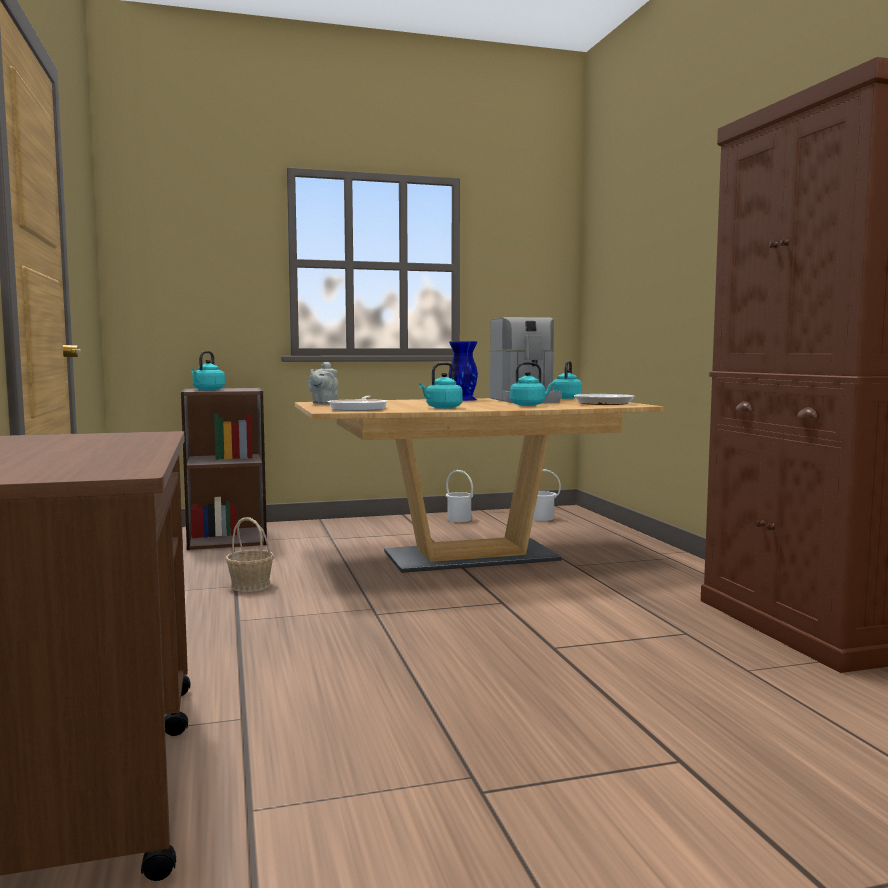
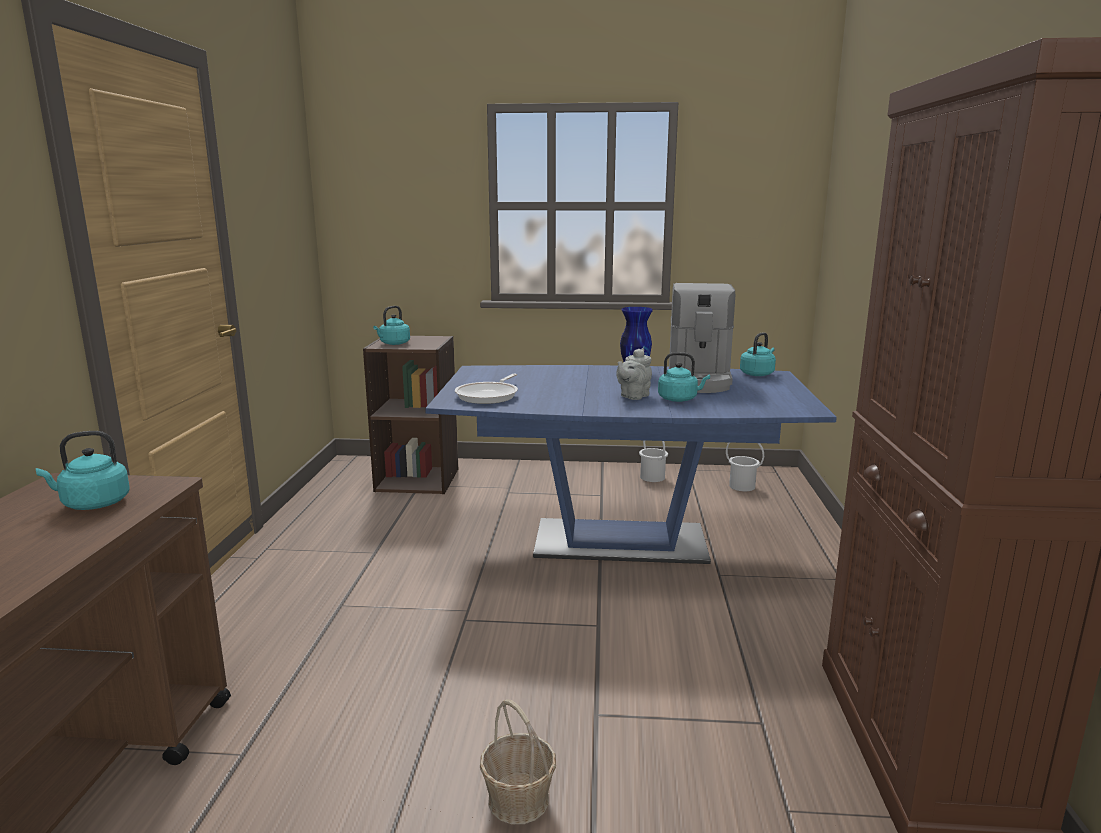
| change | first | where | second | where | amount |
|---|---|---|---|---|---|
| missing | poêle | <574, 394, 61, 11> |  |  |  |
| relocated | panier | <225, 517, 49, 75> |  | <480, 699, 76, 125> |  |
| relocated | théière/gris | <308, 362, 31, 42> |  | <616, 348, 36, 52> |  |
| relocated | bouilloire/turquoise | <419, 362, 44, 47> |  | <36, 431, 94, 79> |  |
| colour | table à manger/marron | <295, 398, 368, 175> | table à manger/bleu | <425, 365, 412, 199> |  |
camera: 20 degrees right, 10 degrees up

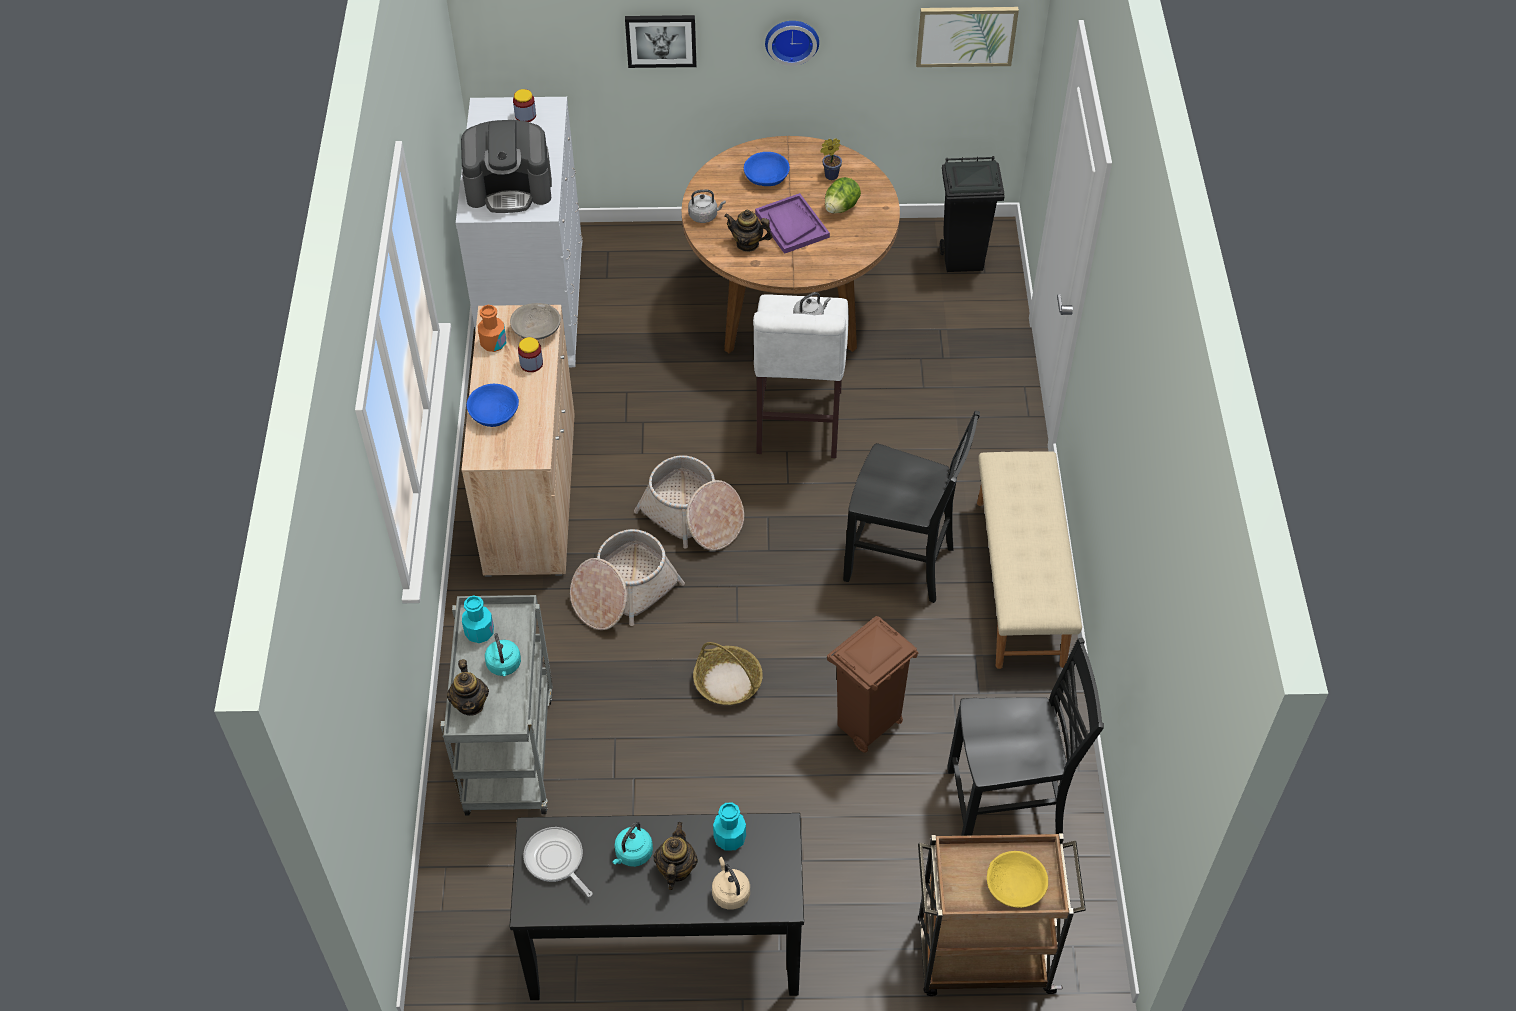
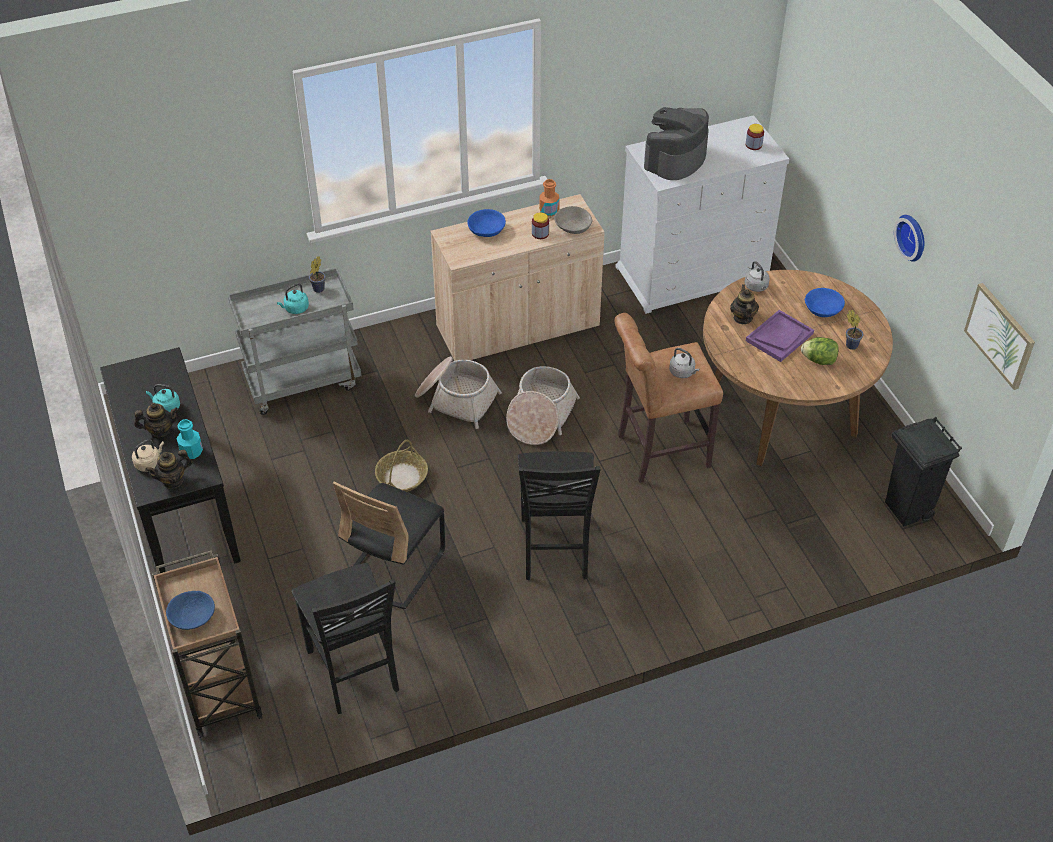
| change | first | where | second | where | amount |
|---|---|---|---|---|---|
| missing | poêle | <523, 827, 70, 70> |  |  |  |
| missing | tableau | <625, 15, 71, 53> |  |  |  |
| missing | banc/beige | <977, 451, 105, 218> |  |  |  |
| relocated | théière | <447, 659, 42, 57> |  | <145, 450, 47, 39> |  |
| exchanged | bouteille/turquoise | <462, 596, 32, 47> | plante en pot | <309, 256, 17, 37> |  |
| exchanged | poubelle/marron | <827, 616, 91, 137> | chaise/noir | <333, 481, 112, 129> |  |
| colour | tabouret/blanc | <753, 294, 96, 164> | tabouret/marron | <615, 313, 108, 170> |  |
| colour | bol/jaune | <987, 851, 61, 57> | bol/bleu | <166, 591, 49, 39> |  |
| spun | machine à café | <461, 120, 91, 93> |  | <644, 107, 65, 73> | 60 degrees clockwise |
camera: 70 degrees right, 5 degrees down

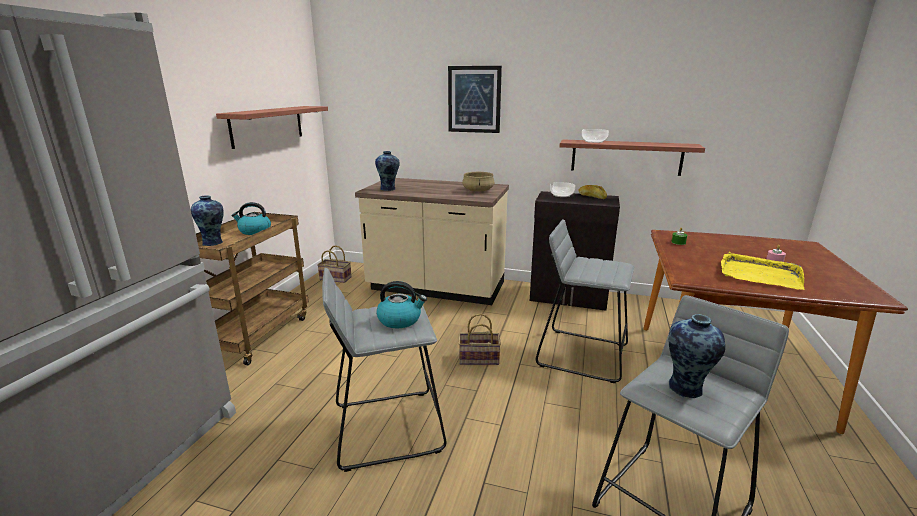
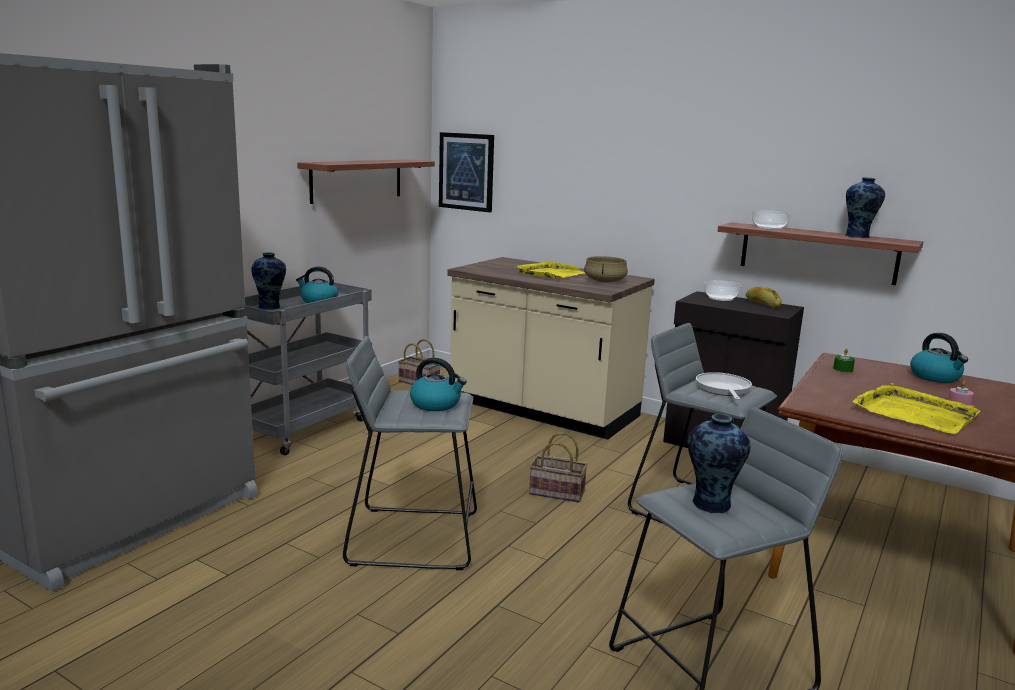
| change | first | where | second | where | amount |
|---|---|---|---|---|---|
| appeared |  |  | plateau/jaune | <517, 261, 68, 17> |  |
| appeared |  |  | poêle | <696, 372, 56, 28> |  |
| appeared |  |  | bouilloire | <910, 333, 58, 50> |  |
| relocated | vase | <375, 151, 25, 40> |  | <845, 177, 40, 61> |  |
| relocated | tableau | <448, 66, 54, 67> |  | <439, 132, 55, 80> |  |
| colour | chariot/marron | <196, 212, 113, 153> | chariot/gris | <244, 282, 128, 173> |  |
camera: 15 degrees right, 5 degrees down

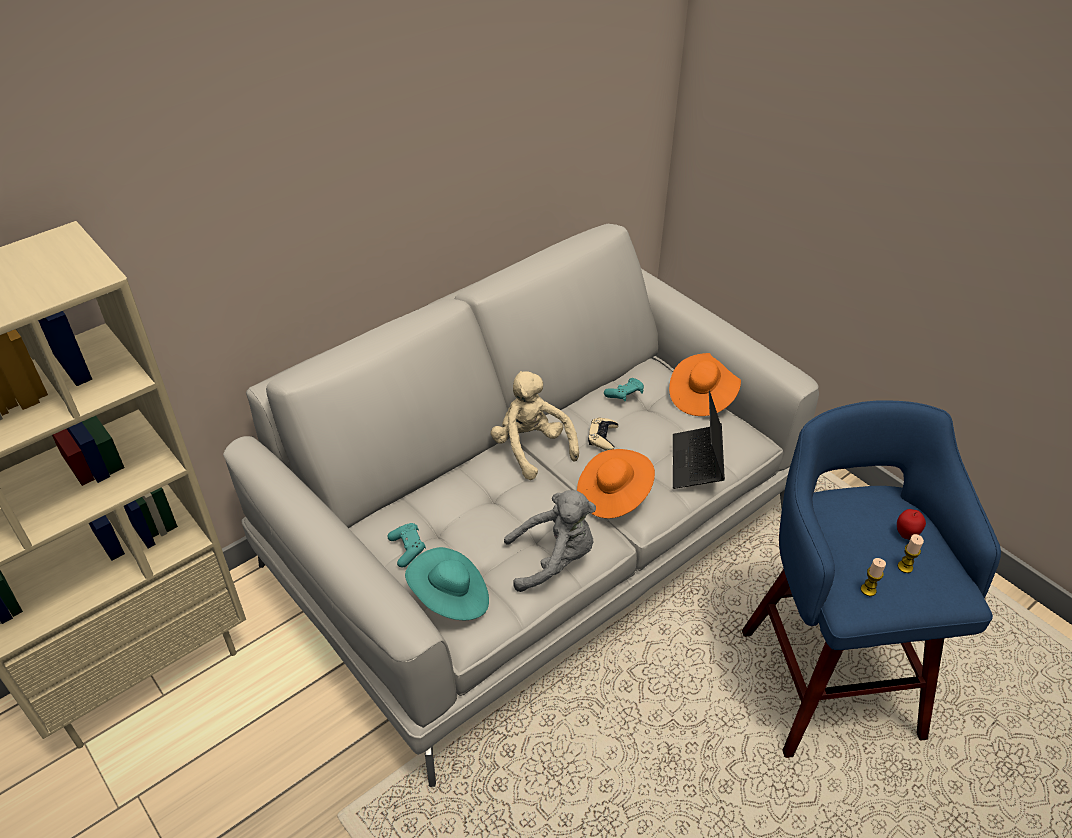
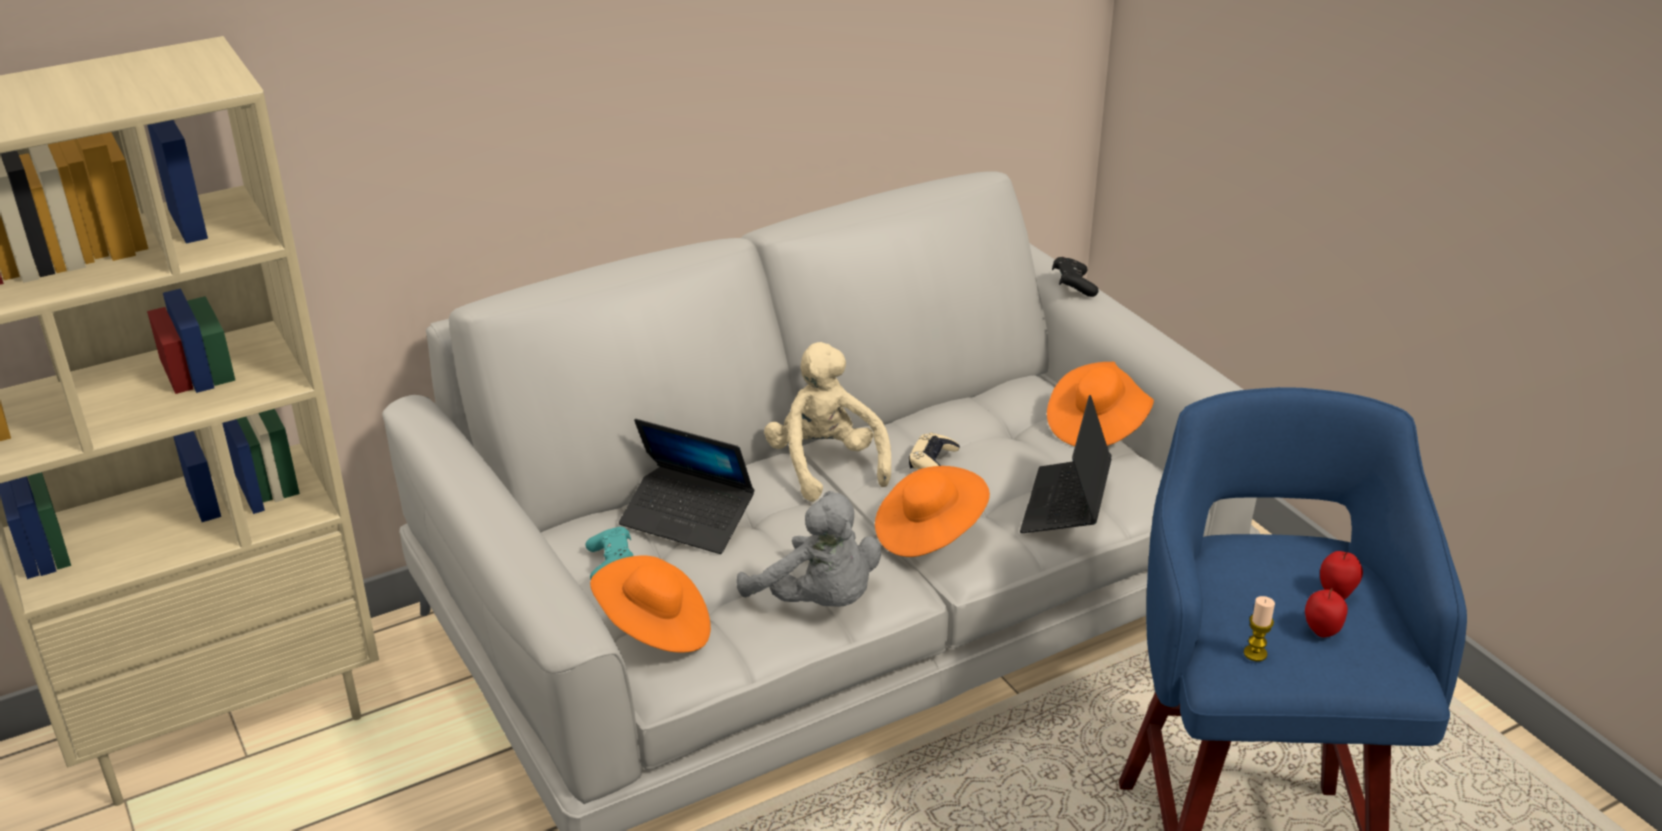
| change | first | where | second | where | amount |
|---|---|---|---|---|---|
| missing | manette/turquoise | <604, 378, 40, 23> |  |  |  |
| appeared |  |  | ordinateur portable | <619, 419, 135, 135> |  |
| appeared |  |  | manette/noir | <1052, 257, 47, 40> |  |
| exchanged | bougie | <898, 534, 26, 39> | pomme | <1305, 588, 43, 49> |  |
| colour | chapeau/turquoise | <405, 547, 84, 73> | chapeau/orange | <590, 556, 121, 97> |  |
| spun | peluche/gris | <504, 490, 92, 102> |  | <736, 491, 145, 116> | 45 degrees clockwise |
camera: 10 degrees right, 10 degrees down

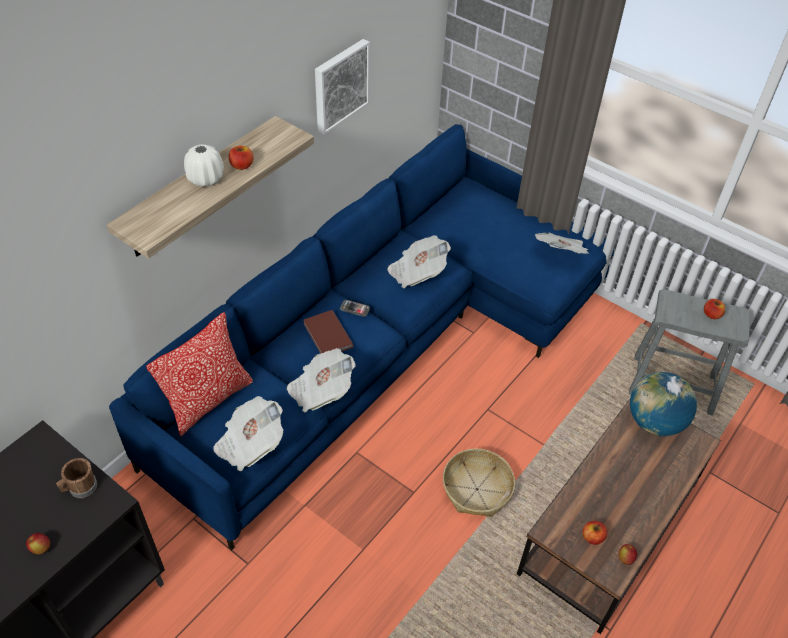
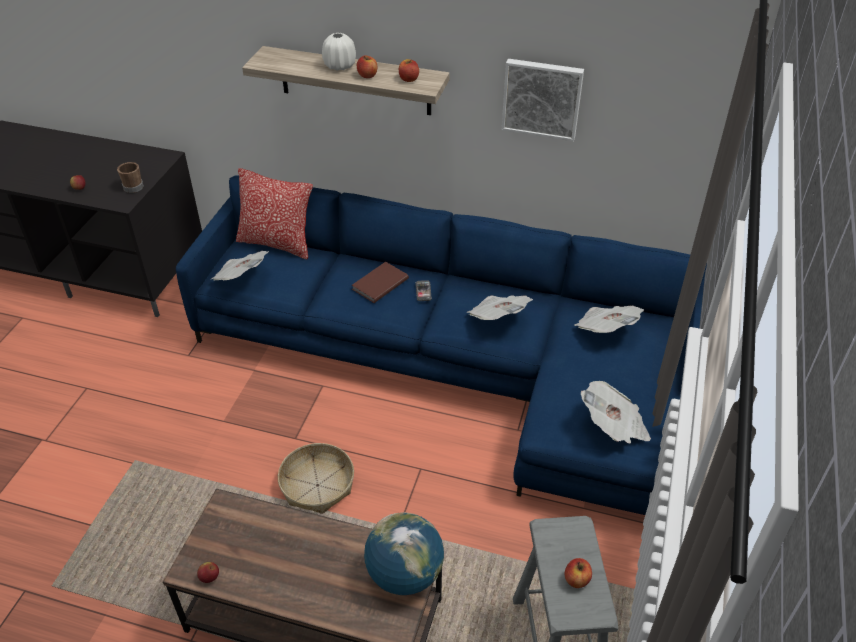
| change | first | where | second | where | amount |
|---|---|---|---|---|---|
| relocated | journal | <287, 348, 69, 65> |  | <574, 306, 70, 27> |  |
| relocated | pomme | <582, 521, 25, 24> |  | <399, 59, 20, 23> |  |
camera: 70 degrees right, 5 degrees down

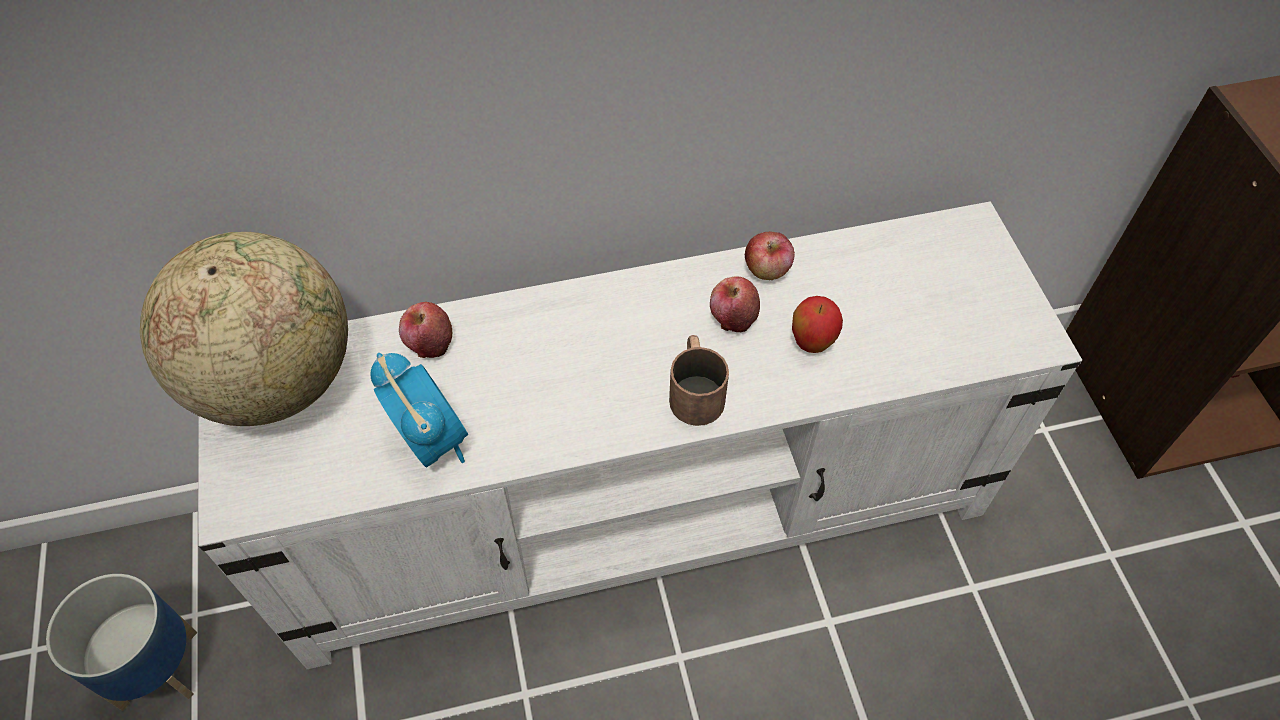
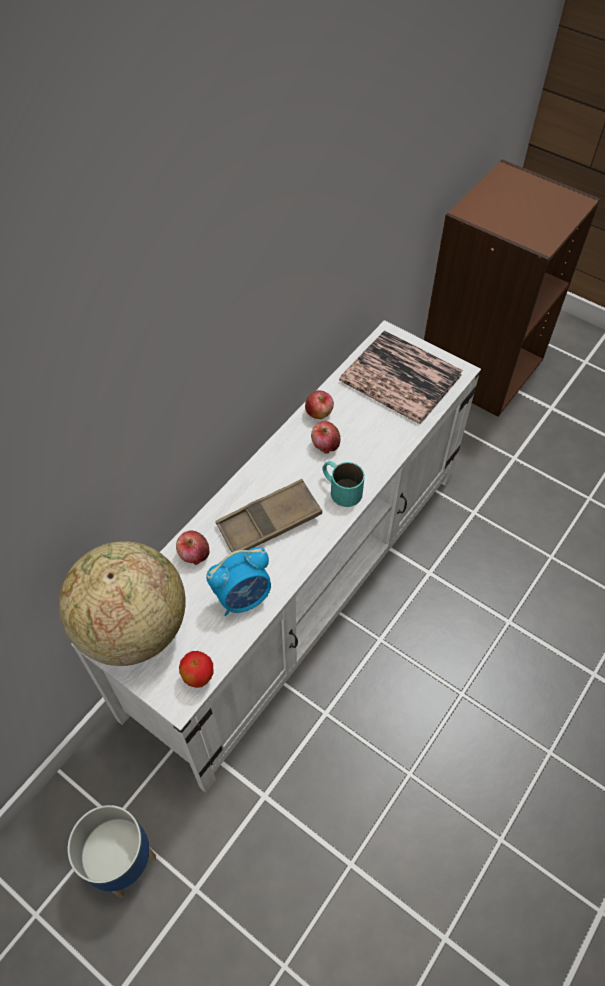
| change | first | where | second | where | amount |
|---|---|---|---|---|---|
| appeared |  |  | plateau/marron | <216, 479, 106, 73> |  |
| appeared |  |  | livre | <339, 330, 124, 94> |  |
| relocated | pomme | <792, 296, 51, 57> |  | <179, 651, 34, 37> |  |
| colour | mug/marron | <669, 335, 60, 91> | mug/turquoise | <322, 461, 43, 46> |  |
| spun | réveil | <370, 353, 98, 114> |  | <206, 547, 65, 69> | 135 degrees clockwise |
camera: 40 degrees left, 0 degrees up

